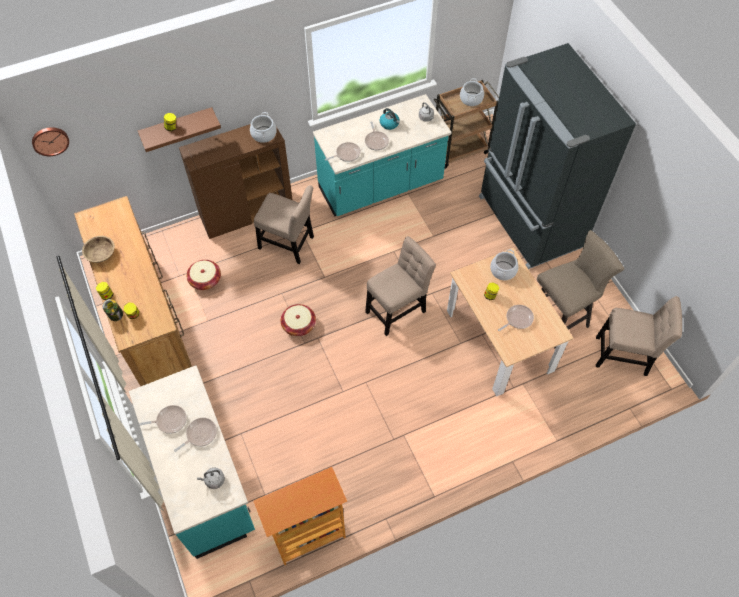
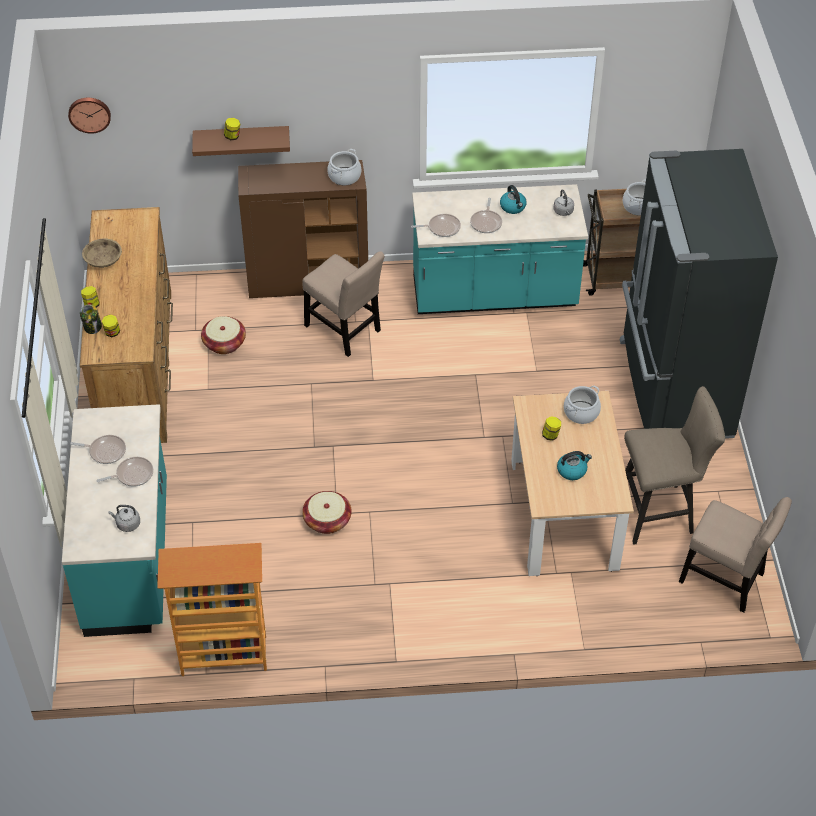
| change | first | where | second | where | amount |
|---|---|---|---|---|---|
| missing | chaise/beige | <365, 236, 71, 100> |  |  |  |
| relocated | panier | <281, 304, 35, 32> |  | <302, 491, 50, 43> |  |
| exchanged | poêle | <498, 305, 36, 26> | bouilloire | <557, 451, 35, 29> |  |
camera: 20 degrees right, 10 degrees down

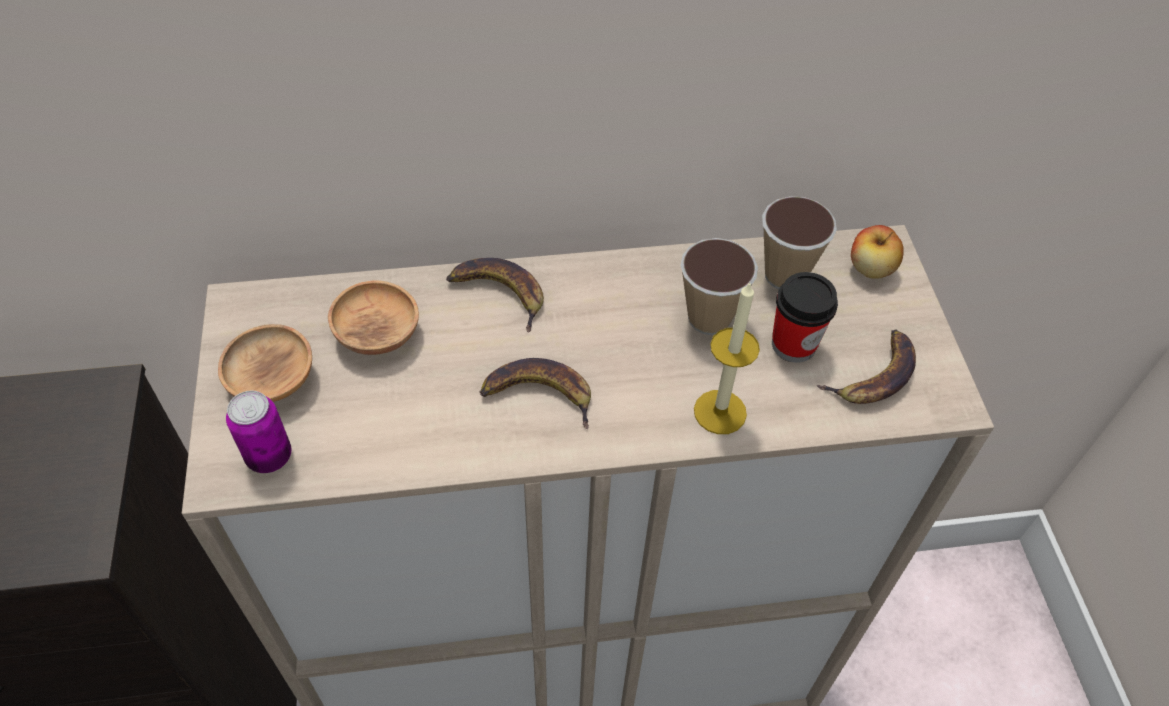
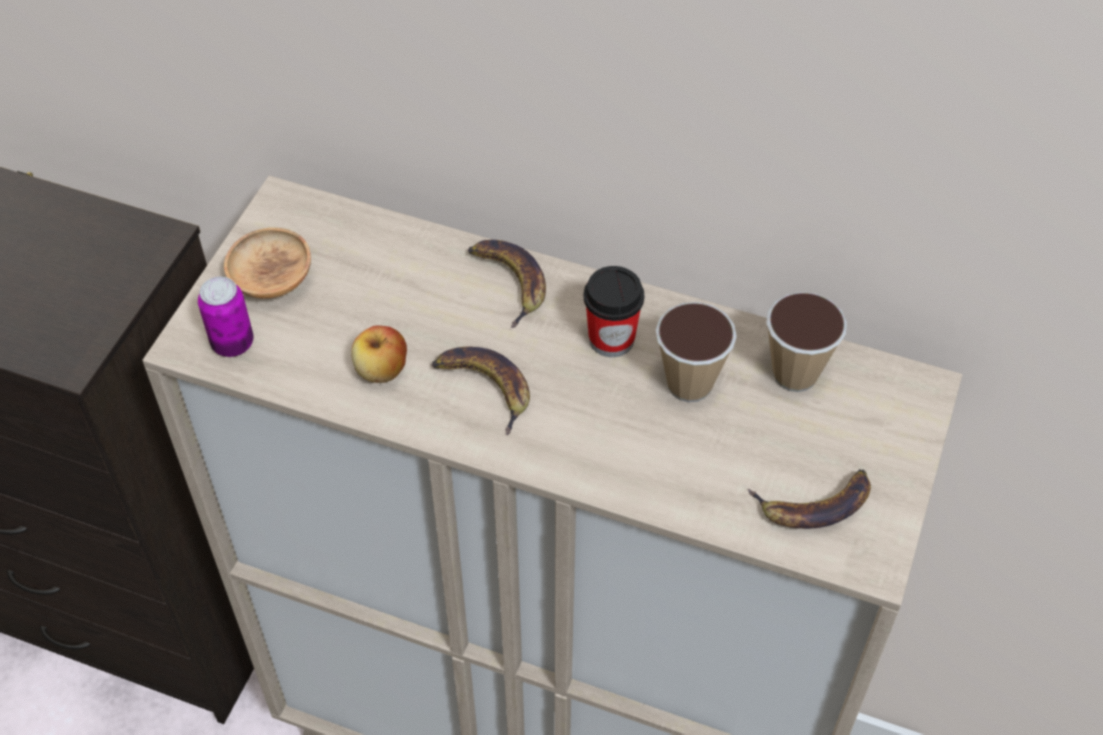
| change | first | where | second | where | amount |
|---|---|---|---|---|---|
| missing | bol/marron | <328, 280, 91, 75> |  |  |  |
| missing | bougie | <694, 282, 66, 152> |  |  |  |
| relocated | tasse | <772, 272, 66, 91> |  | <584, 266, 60, 91> |  |
| relocated | pomme | <851, 225, 53, 54> |  | <351, 326, 56, 57> |  |
camera: 30 degrees right, 0 degrees up

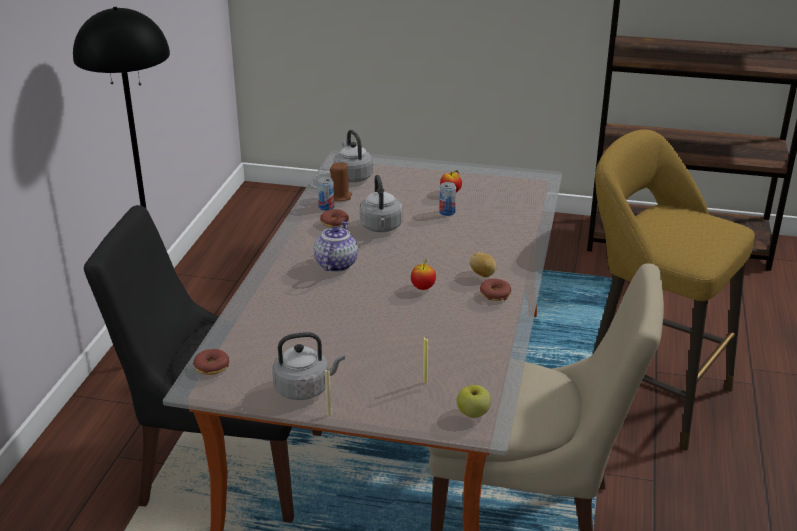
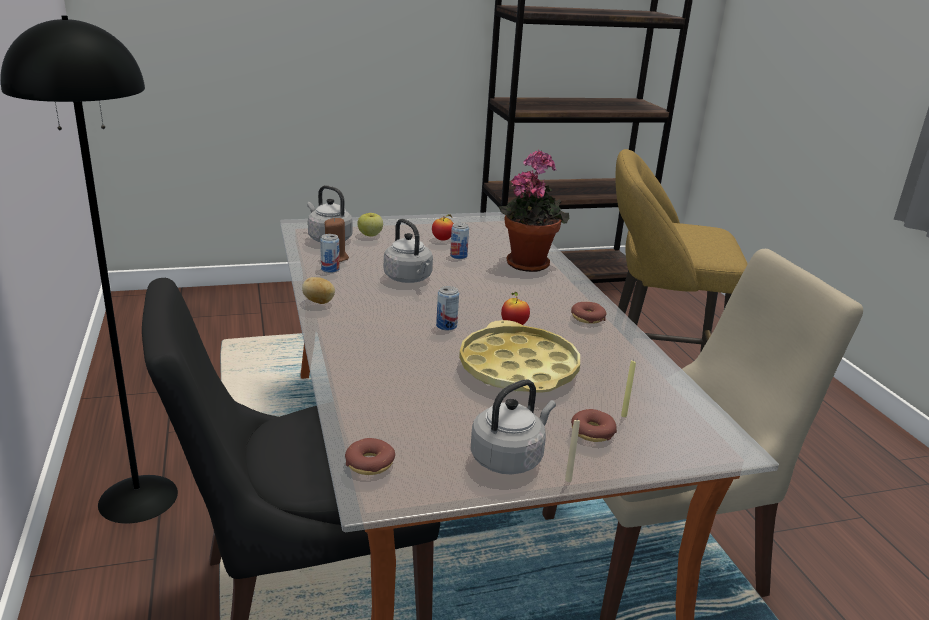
| change | first | where | second | where | amount |
|---|---|---|---|---|---|
| missing | théière | <314, 221, 44, 51> |  |  |  |
| appeared |  |  | boîte métallique | <436, 286, 23, 45> |  |
| appeared |  |  | plateau/jaune | <459, 320, 121, 73> |  |
| appeared |  |  | plante en pot | <498, 150, 71, 122> |  |
| relocated | beignet | <320, 209, 29, 19> |  | <571, 409, 46, 33> |  |
| relocated | pomme | <457, 385, 34, 33> |  | <357, 213, 26, 24> |  |
| relocated | pomme de terre | <469, 252, 28, 25> |  | <302, 277, 33, 27> |  |
camera: 30 degrees left, 5 degrees down

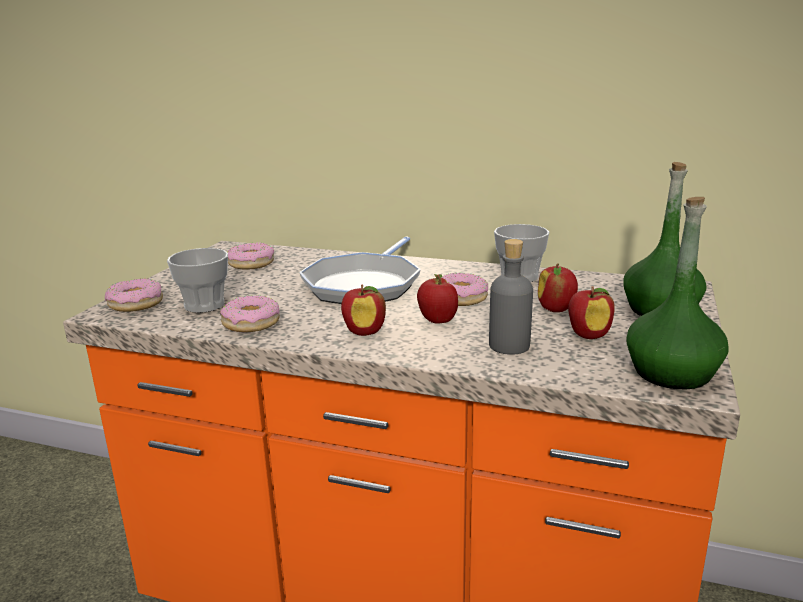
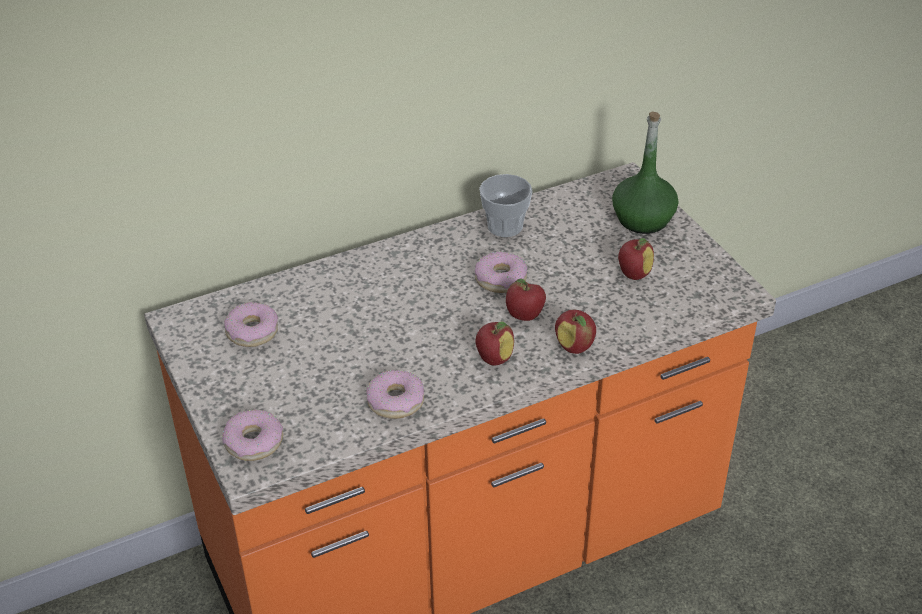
| change | first | where | second | where | amount |
|---|---|---|---|---|---|
| missing | tasse | <167, 248, 61, 65> |  |  |  |
| missing | poêle | <299, 236, 122, 68> |  |  |  |
| missing | bouteille/gris | <489, 239, 44, 116> |  |  |  |
| missing | bouteille/vert | <626, 197, 103, 192> |  |  |  |
| relocated | pomme | <538, 263, 40, 49> |  | <555, 310, 41, 44> |  |
camera: 45 degrees left, 20 degrees up

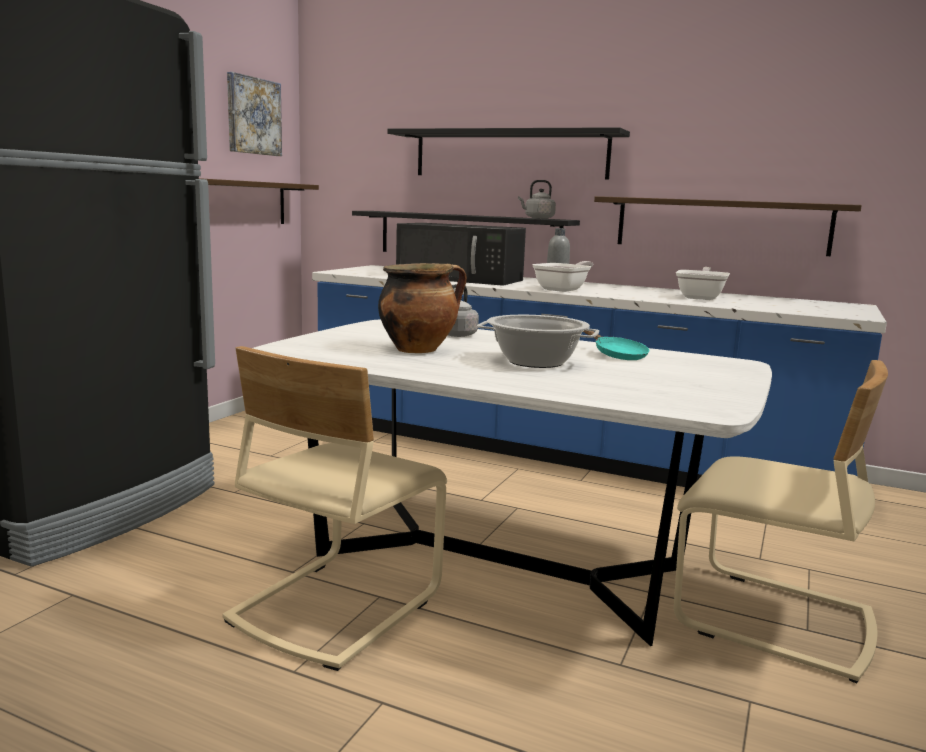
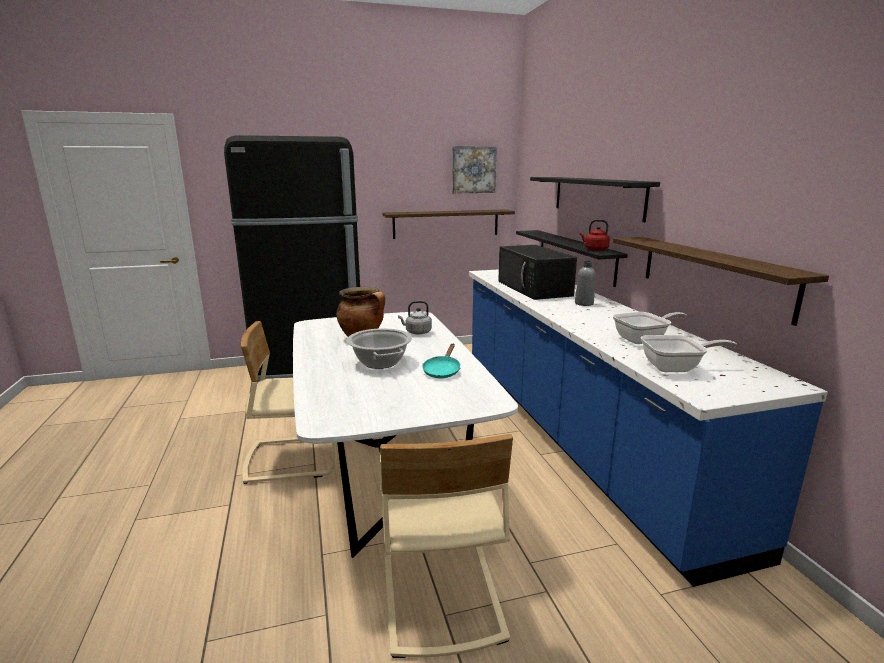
| change | first | where | second | where | amount |
|---|---|---|---|---|---|
| relocated | poêle | <532, 261, 61, 31> |  | <641, 335, 96, 37> |  |
| colour | bouilloire/gris | <518, 180, 38, 39> | bouilloire/rouge | <580, 220, 30, 31> |  |
camera: 50 degrees right, 5 degrees up

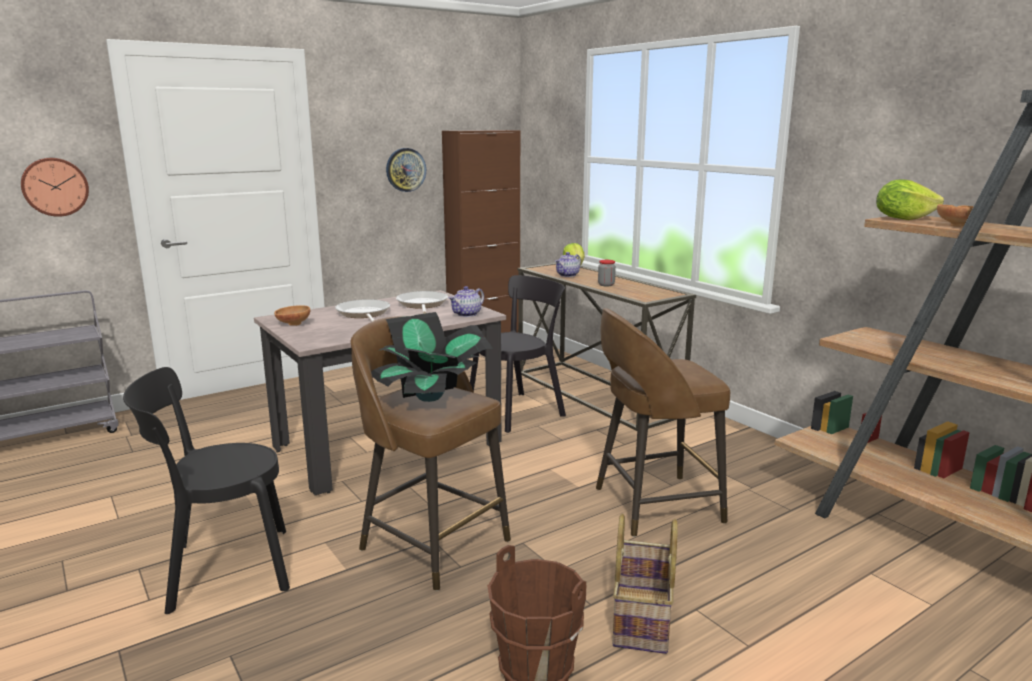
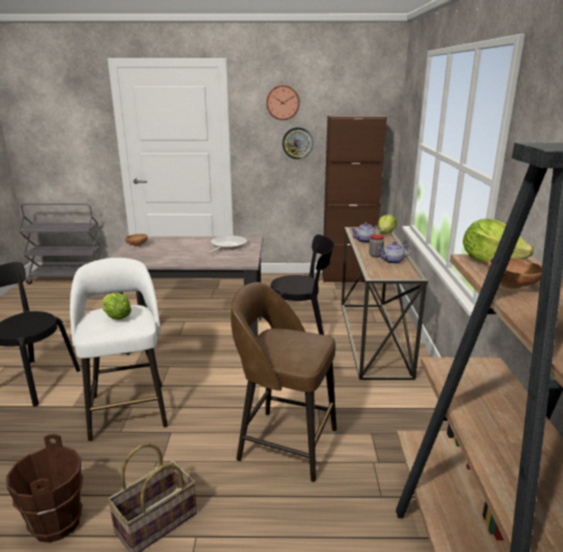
| change | first | where | second | where | amount |
|---|---|---|---|---|---|
| missing | poêle | <335, 299, 55, 23> |  |  |  |
| relocated | horloge murale | <21, 158, 68, 59> |  | <266, 85, 34, 35> |  |
| relocated | théière | <448, 286, 36, 31> |  | <378, 241, 33, 23> |  |
| exchanged | plante en pot | <371, 312, 121, 90> | laitue | <102, 293, 29, 27> |  |
| colour | tabouret/marron | <351, 316, 160, 275> | tabouret/blanc | <70, 258, 98, 183> |  |
camera: 35 degrees right, 5 degrees up

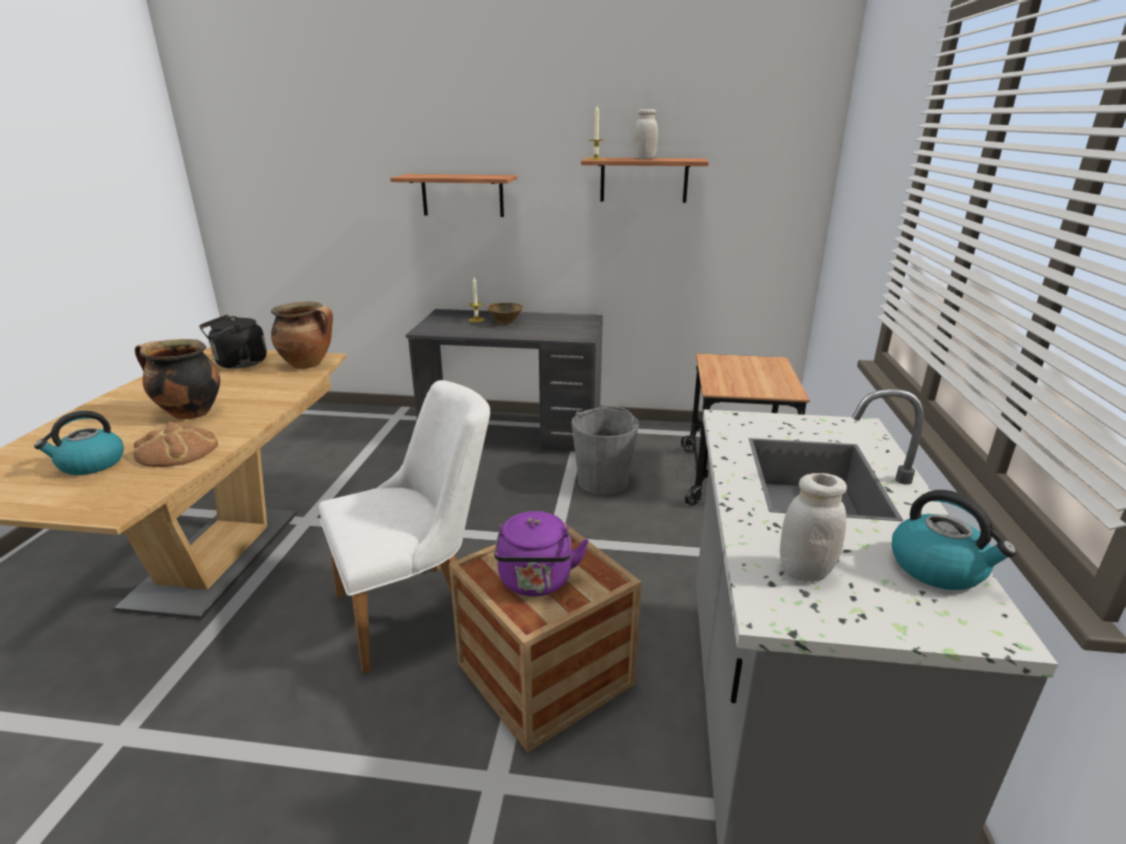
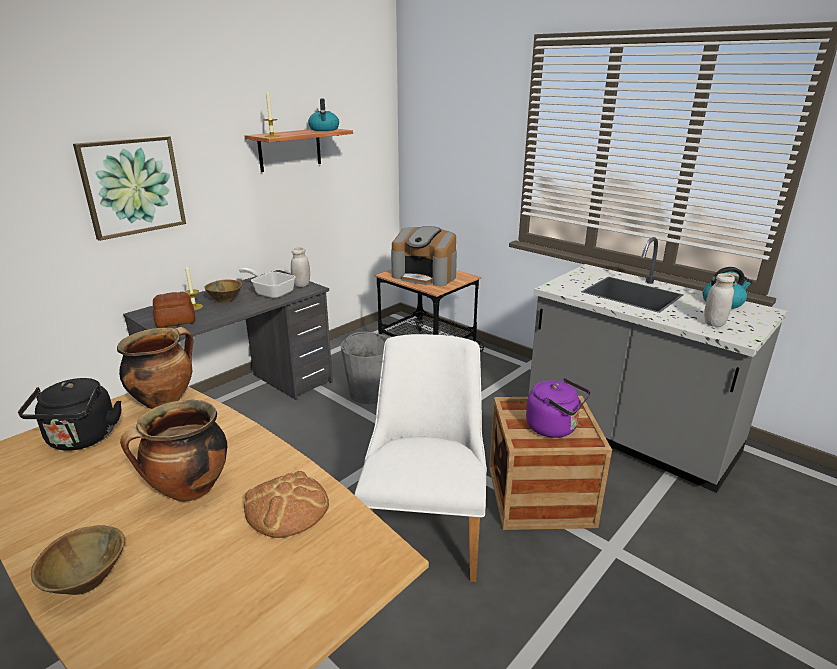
| change | first | where | second | where | amount |
|---|---|---|---|---|---|
| appeared |  |  | bol/marron | <31, 525, 94, 70> |  |
| appeared |  |  | pain | <153, 292, 42, 36> |  |
| appeared |  |  | poêle | <239, 268, 56, 31> |  |
| appeared |  |  | machine à café | <391, 226, 66, 60> |  |
| relocated | bouilloire | <34, 411, 90, 64> |  | <308, 98, 31, 33> |  |
| relocated | bocal/blanc | <633, 109, 25, 50> |  | <291, 247, 19, 40> |  |
| exchanged | étagère | <390, 174, 127, 43> | tableau | <73, 136, 113, 105> |  |
camera: 55 degrees left, 0 degrees up

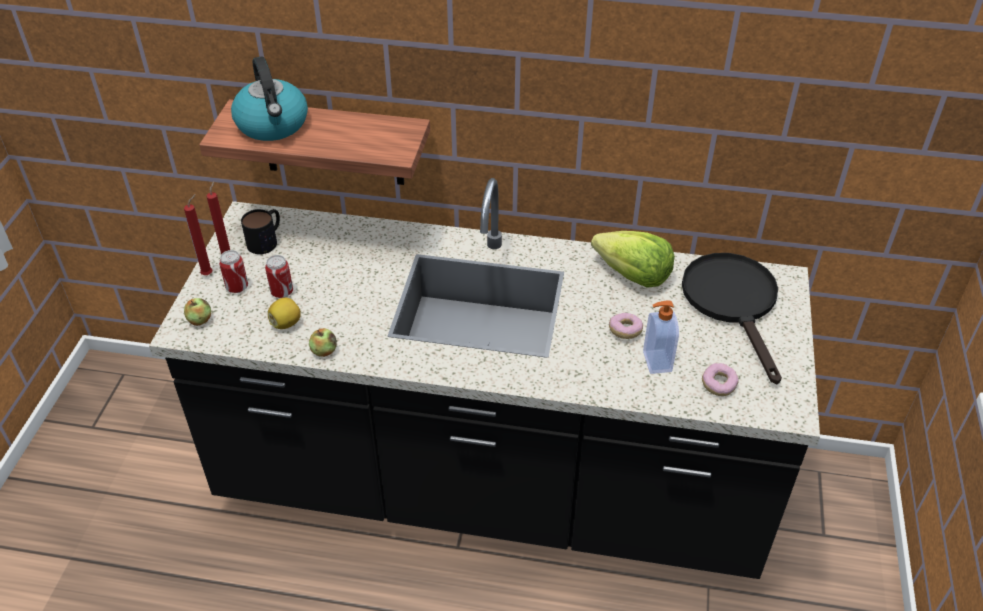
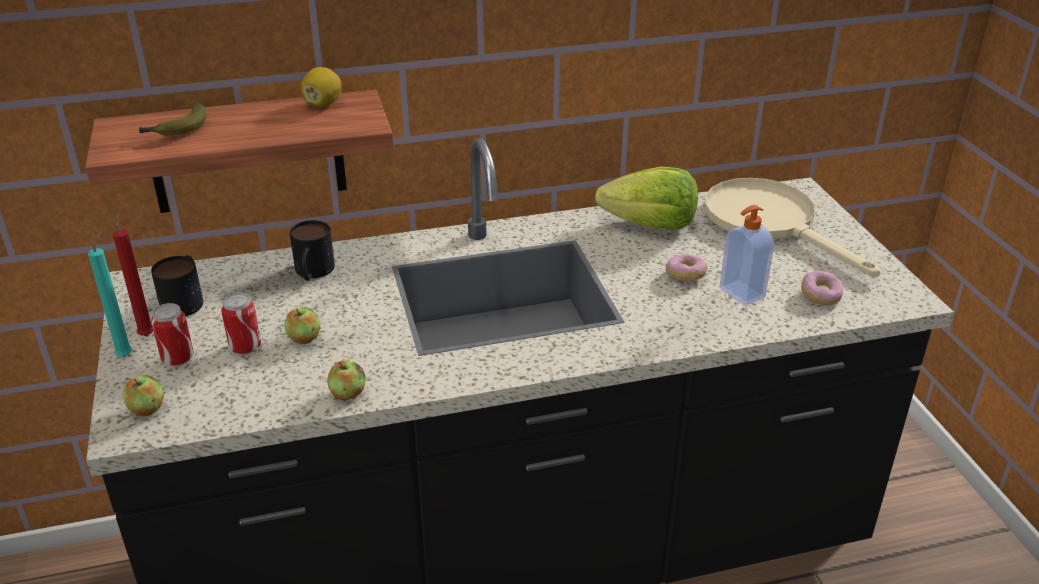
| change | first | where | second | where | amount |
|---|---|---|---|---|---|
| appeared |  |  | pomme | <284, 307, 36, 37> |  |
| appeared |  |  | mug | <290, 220, 45, 61> |  |
| relocated | citron | <268, 298, 33, 31> |  | <301, 67, 41, 40> |  |
| exchanged | bouilloire | <231, 56, 77, 85> | banane | <139, 103, 67, 32> |  |
| colour | bougie/rouge | <184, 194, 29, 81> | bougie/turquoise | <88, 231, 44, 126> |  |
| colour | poêle/noir | <682, 253, 100, 132> | poêle/beige | <705, 178, 175, 99> |  |
camera: 25 degrees left, 10 degrees down

